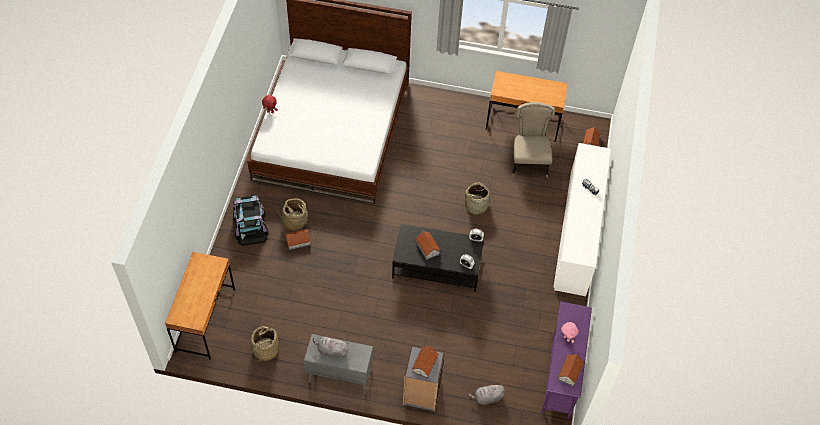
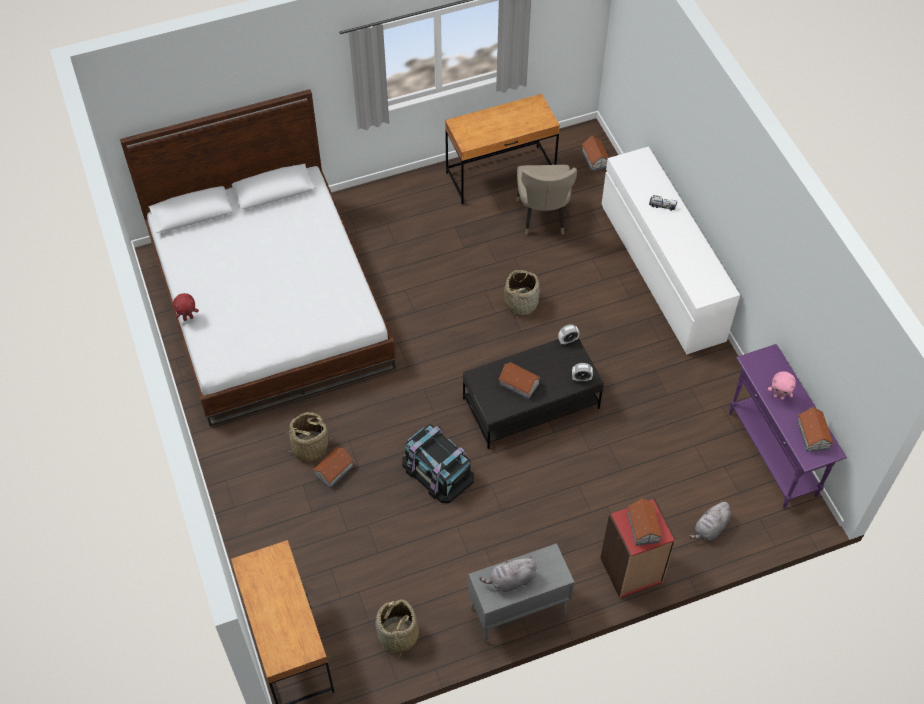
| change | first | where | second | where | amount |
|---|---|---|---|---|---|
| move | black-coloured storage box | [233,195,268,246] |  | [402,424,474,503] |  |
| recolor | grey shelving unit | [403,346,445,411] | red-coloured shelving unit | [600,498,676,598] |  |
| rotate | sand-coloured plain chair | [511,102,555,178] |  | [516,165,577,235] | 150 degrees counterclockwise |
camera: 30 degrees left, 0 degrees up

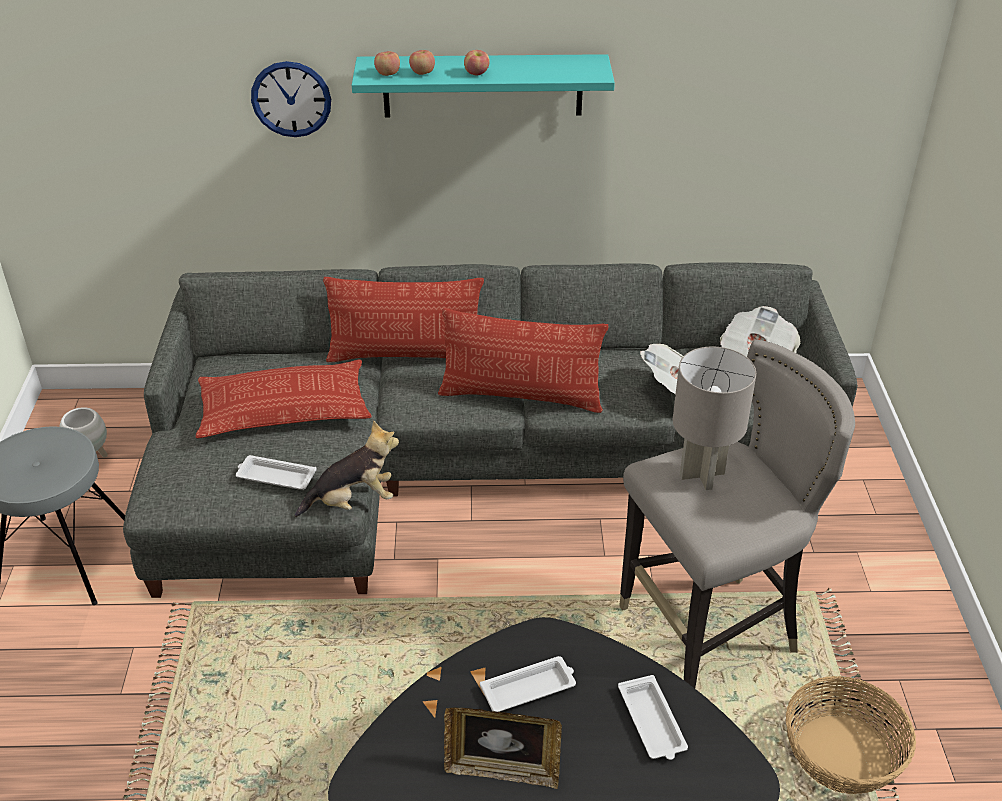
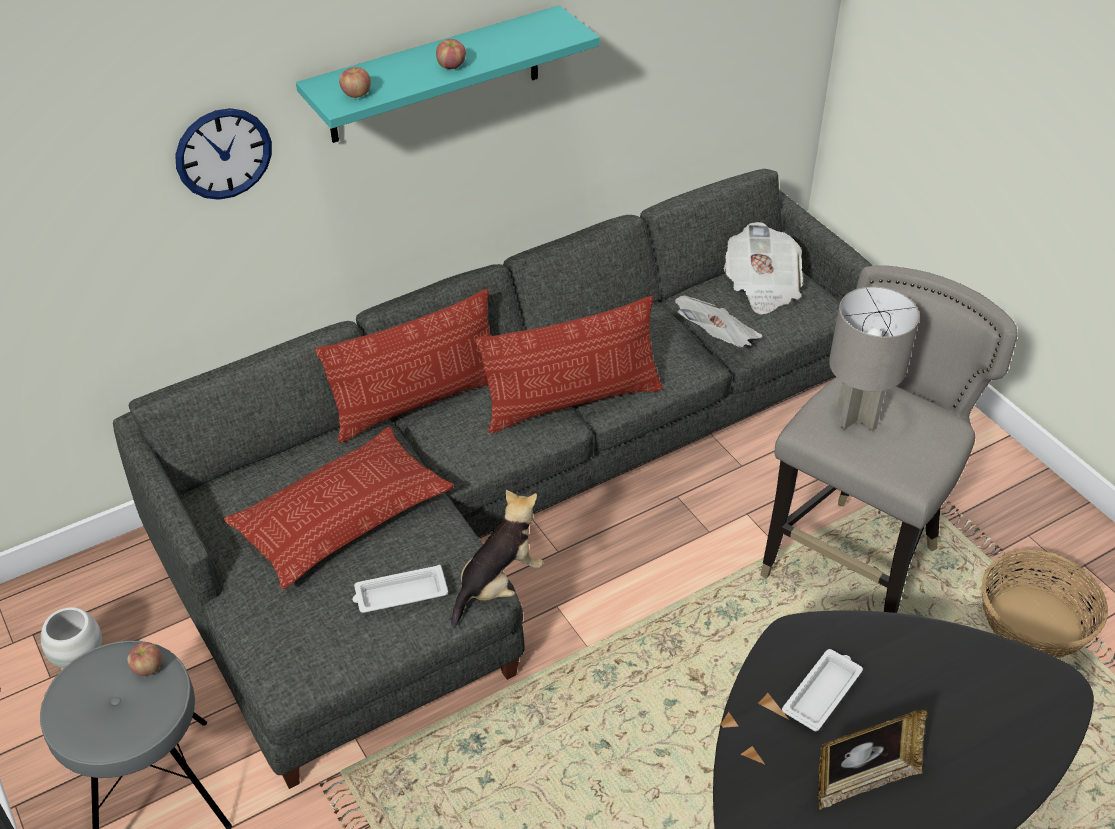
| change | first | where | second | where | amount |
|---|---|---|---|---|---|
| move | apple fruit | [409,50,435,75] |  | [127,643,162,676] |  |
| delete | white carrying tray | [618,675,688,760] |  |  |  |
camera: 30 degrees left, 5 degrees up

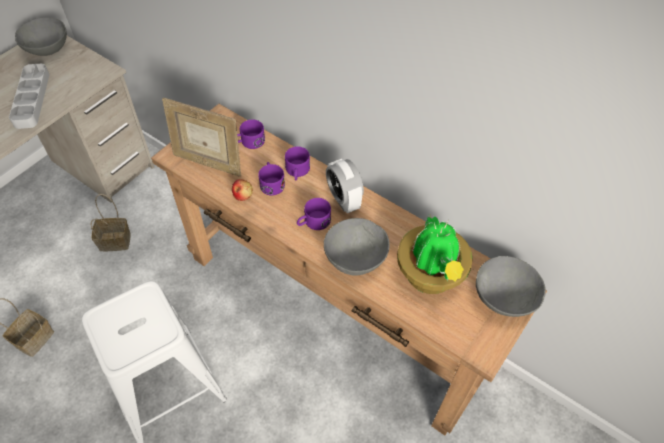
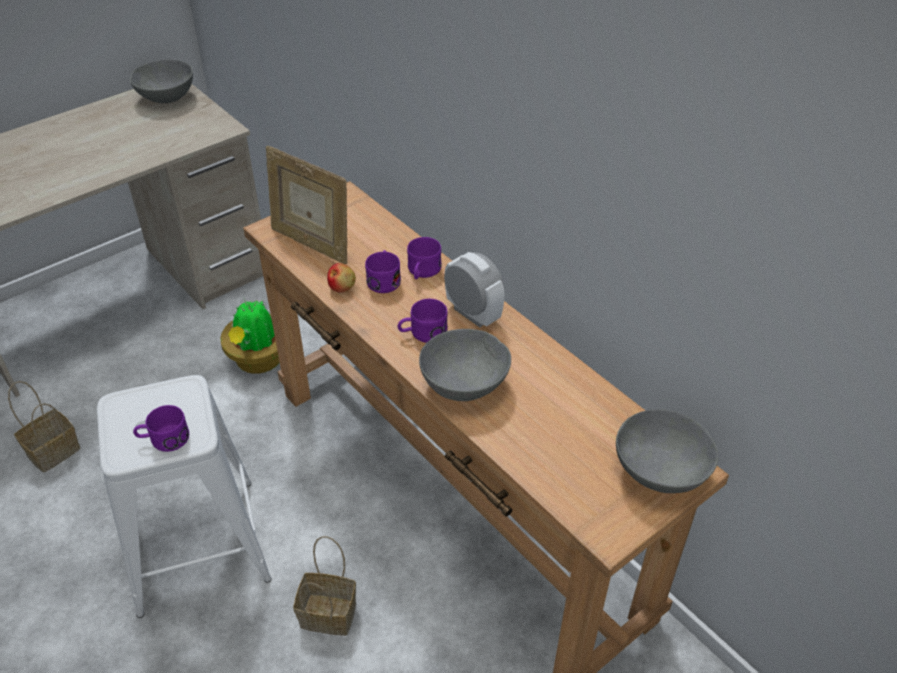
| change | first | where | second | where | amount |
|---|---|---|---|---|---|
| delete | grey carrying tray | [9,64,49,129] |  |  |  |
| move | basket | [90,194,131,251] |  | [293,536,356,636] |  |
| move | purple coffee mug | [237,120,265,149] |  | [133,405,189,452] |  |
| rotate | alarm clock | [326,159,364,213] |  | [444,252,505,327] | 150 degrees clockwise |
| move | houseplant | [397,215,473,294] |  | [220,299,280,374] |  |
camera: 15 degrees right, 10 degrees down

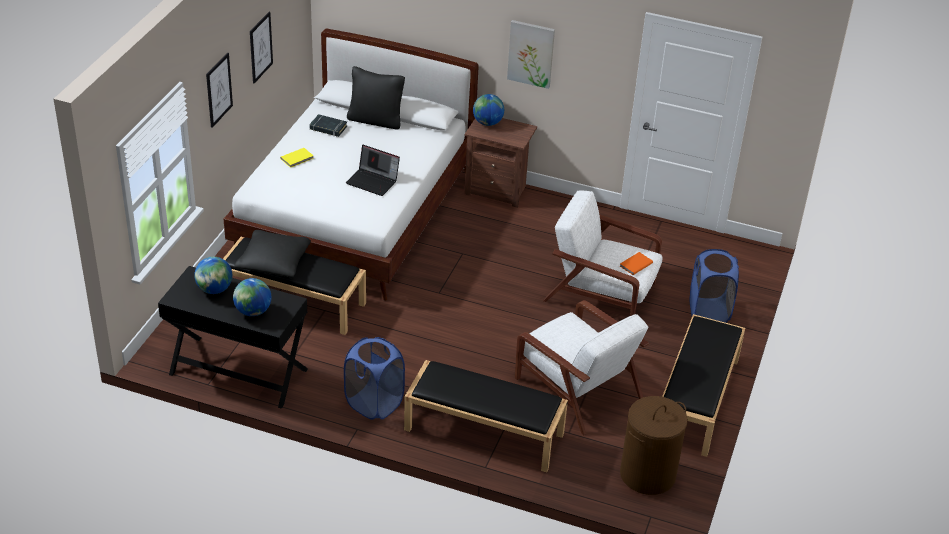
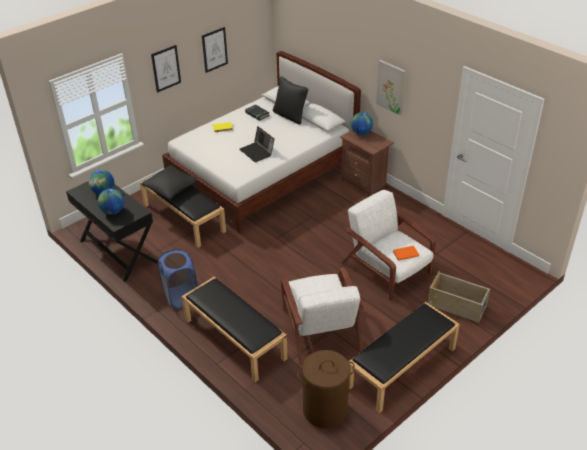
| change | first | where | second | where | amount |
|---|---|---|---|---|---|
| replace | bluish hamper | [690,249,739,323] | sand-coloured storage box | [428,271,490,323] |  |
camera: 30 degrees right, 0 degrees up

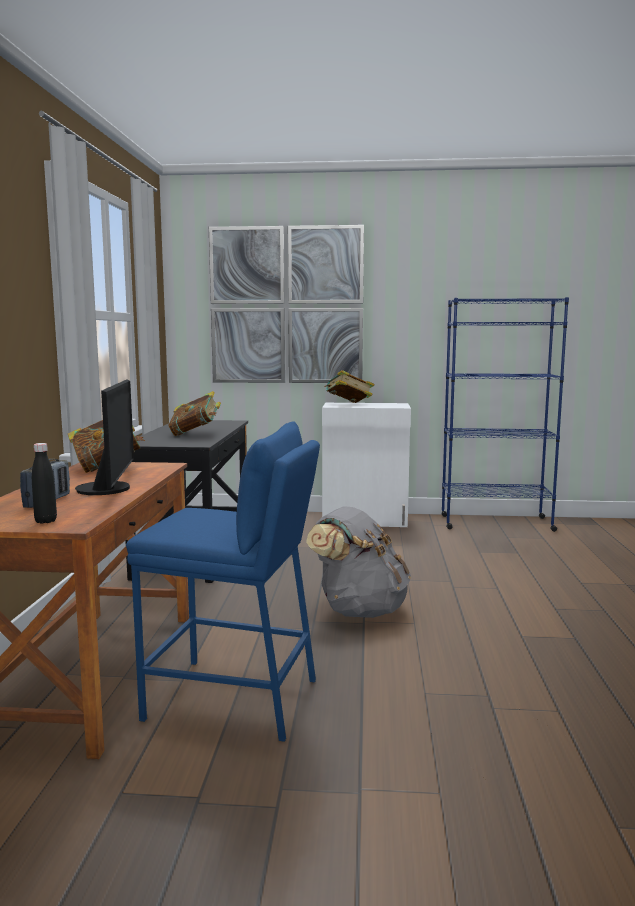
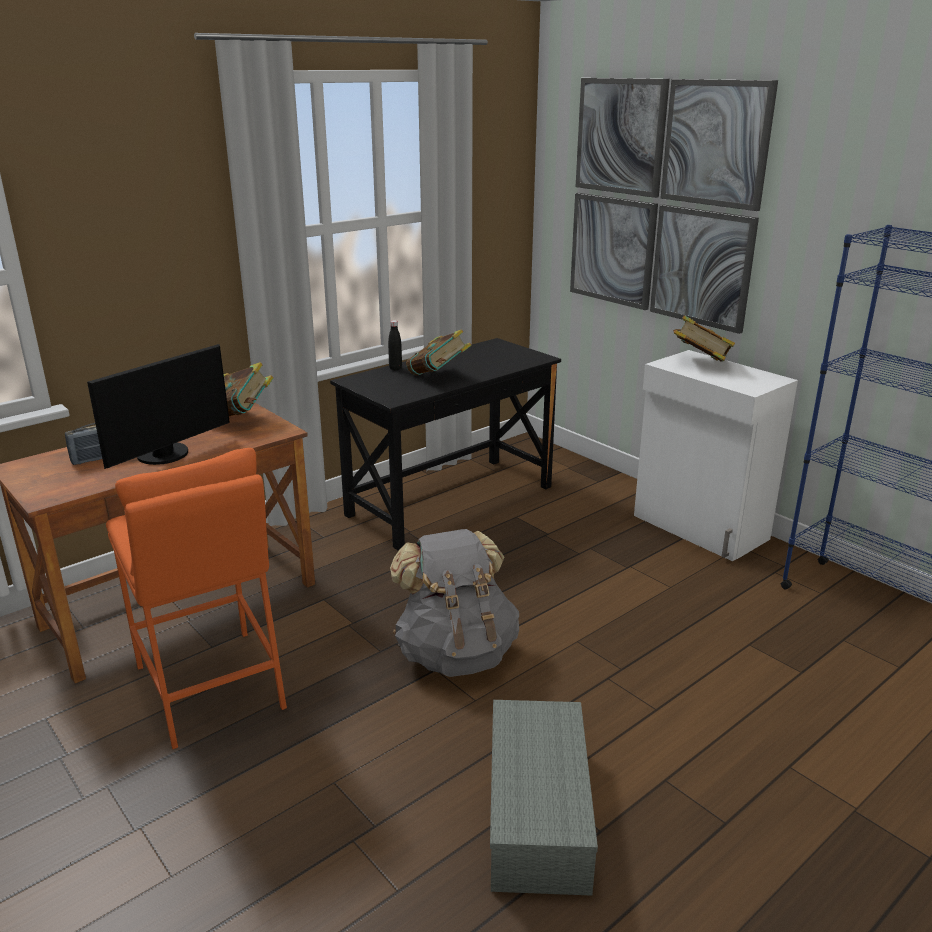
| change | first | where | second | where | amount |
|---|---|---|---|---|---|
| move | black-coloured bottle | [32,443,57,524] |  | [388,320,402,370] |  |
| recolor | bluish stool | [126,421,320,742] | orange stool | [106,448,287,749] |  |
| insert |  |  | grey storage box | [490,700,598,896] |  |
camera: 45 degrees right, 15 degrees up

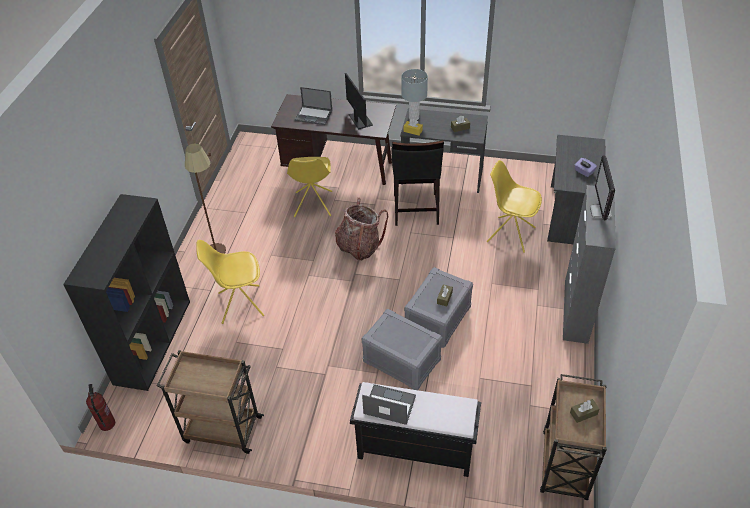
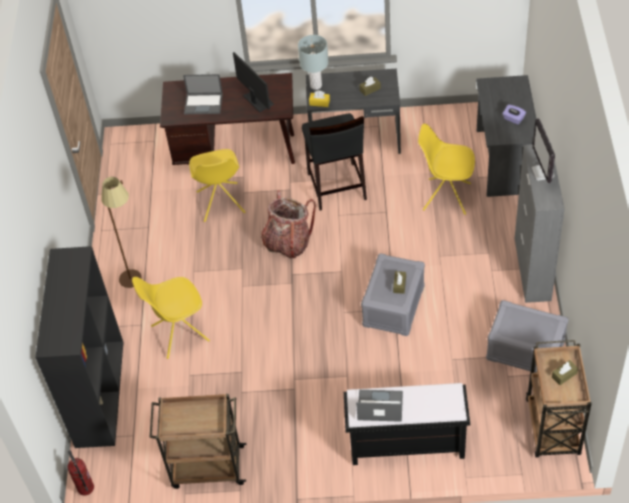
| change | first | where | second | where | amount |
|---|---|---|---|---|---|
| move | grey storage box | [361,309,442,390] |  | [486,300,569,373] |  |
camera: 10 degrees left, 5 degrees up

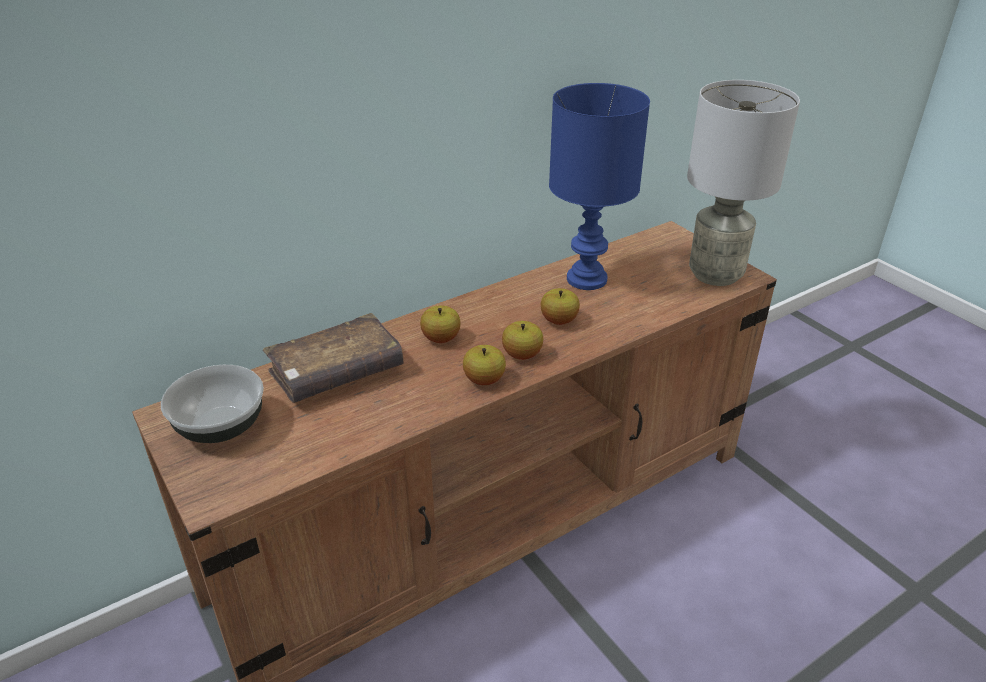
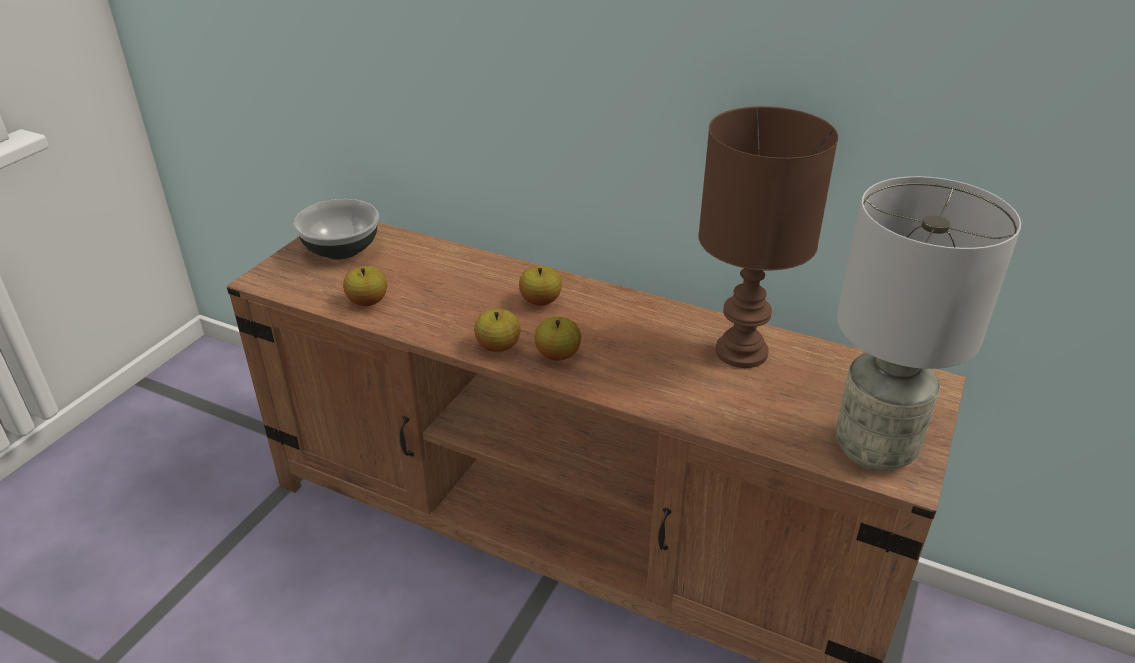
| change | first | where | second | where | amount |
|---|---|---|---|---|---|
| delete | brownish volume | [263,313,404,403] |  |  |  |
| move | apple fruit | [541,288,580,325] |  | [343,266,387,306] |  |
| recolor | bluish lamp for a table | [549,83,650,290] | brownish lamp for a table | [698,106,838,368] |  |
camera: 60 degrees right, 0 degrees up

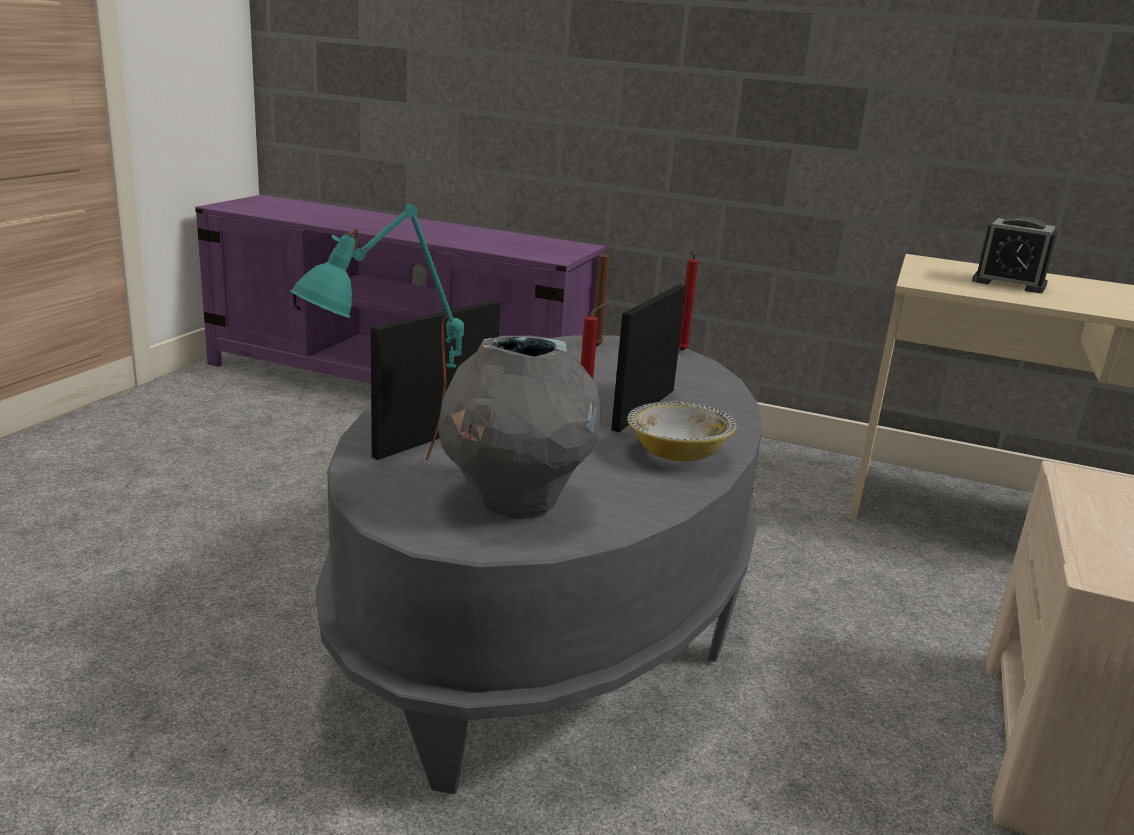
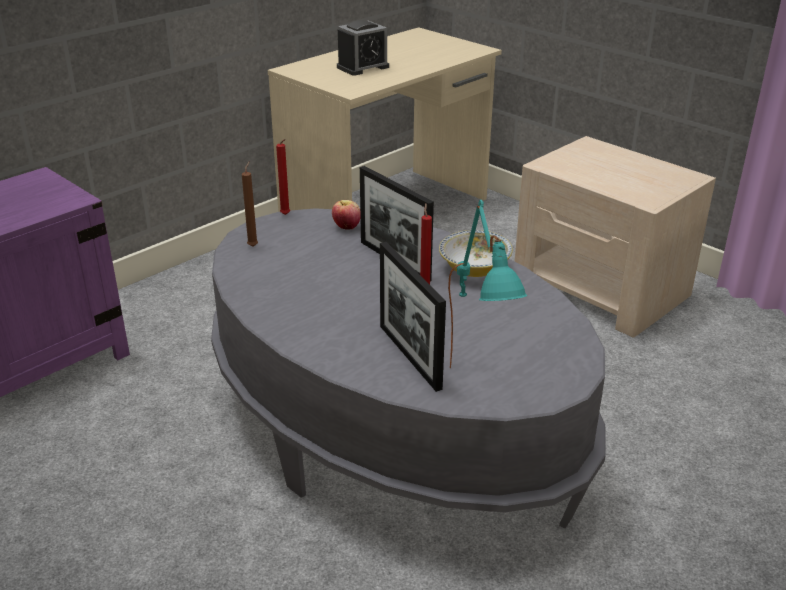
| change | first | where | second | where | amount |
|---|---|---|---|---|---|
| delete | grey flower vase | [438,336,600,519] |  |  |  |
| insert |  |  | apple fruit | [332,200,360,230] |  |
camera: 65 degrees left, 10 degrees up

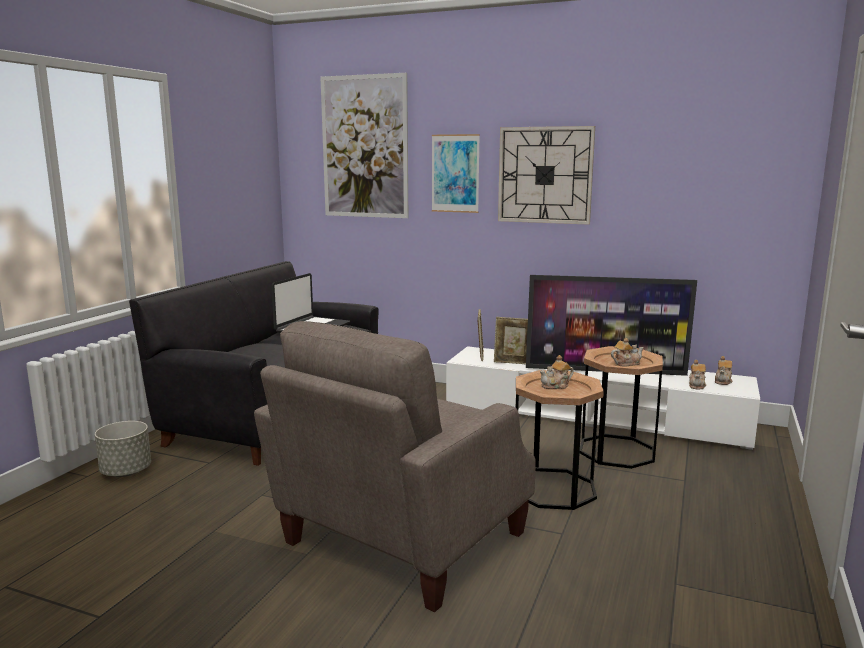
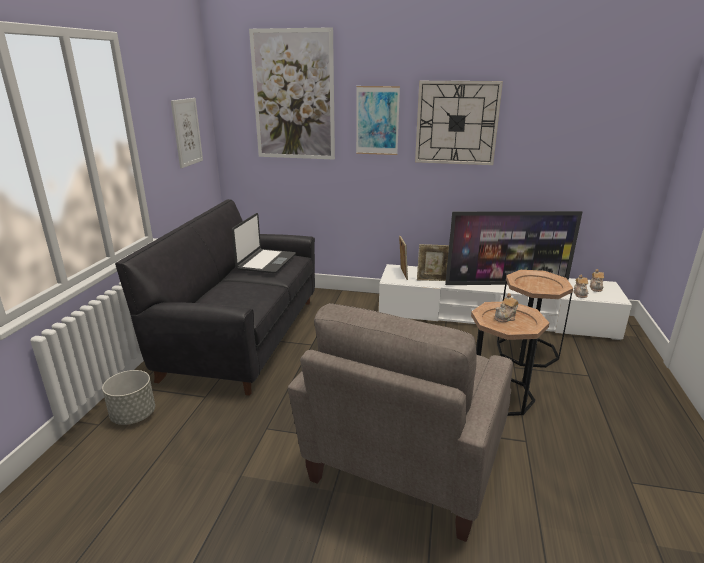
| change | first | where | second | where | amount |
|---|---|---|---|---|---|
| delete | pot for tea | [611,338,644,366] |  |  |  |
| insert |  |  | picture | [171,98,203,168] |  |
camera: 10 degrees left, 10 degrees up

